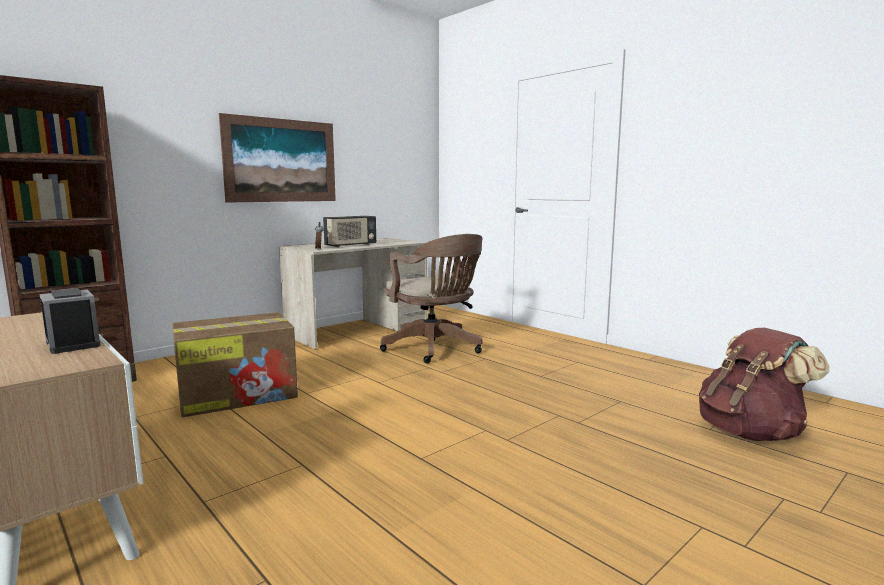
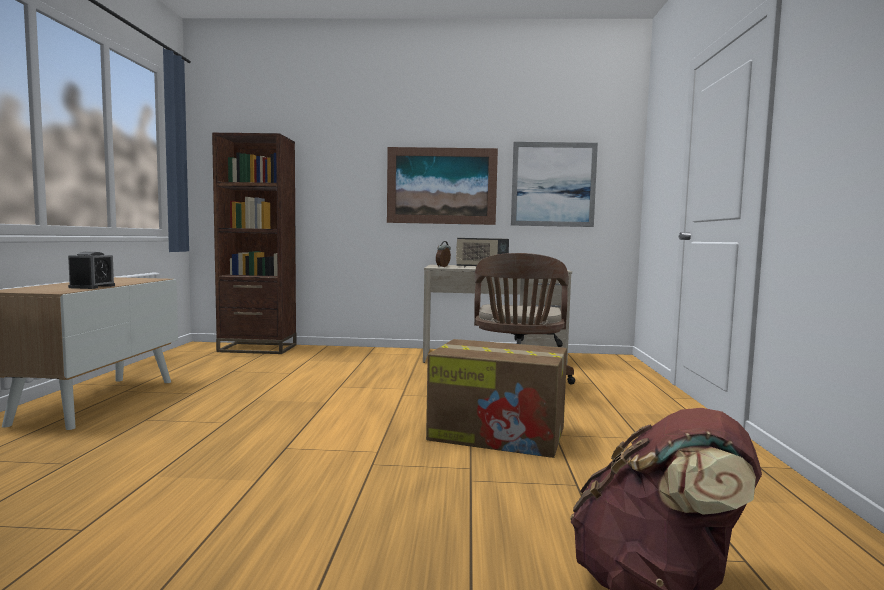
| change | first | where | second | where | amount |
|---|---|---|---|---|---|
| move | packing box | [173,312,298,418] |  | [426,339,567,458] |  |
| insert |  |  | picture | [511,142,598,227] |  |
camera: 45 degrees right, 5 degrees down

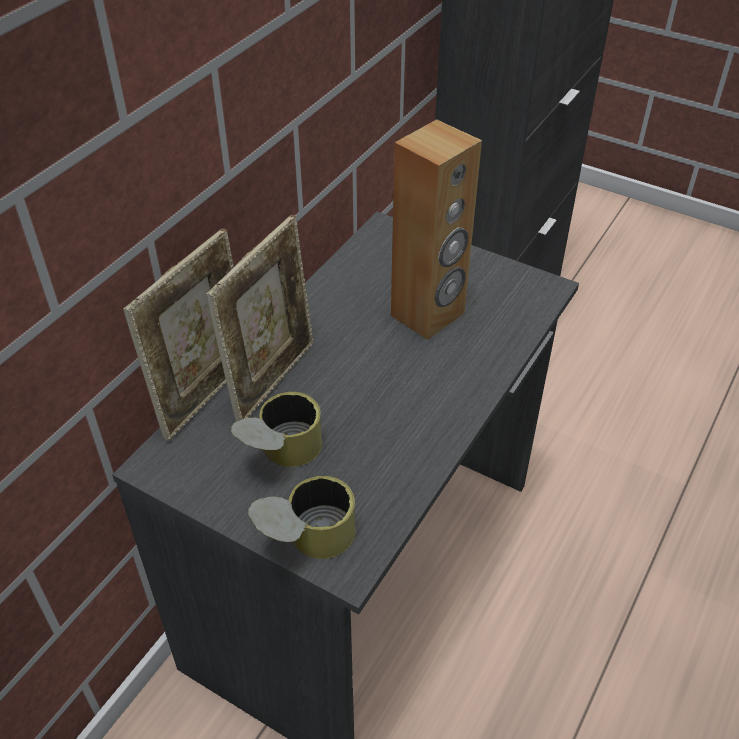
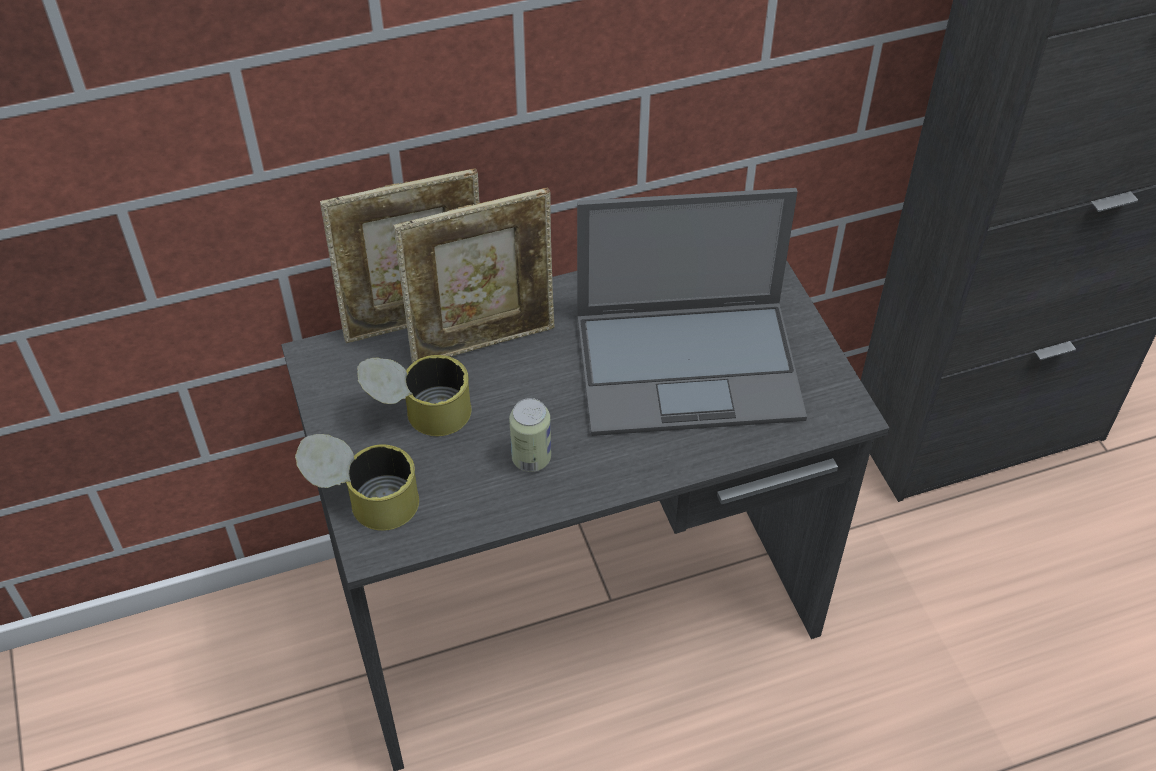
| change | first | where | second | where | amount |
|---|---|---|---|---|---|
| replace | brownish audio speaker | [391,119,482,340] | notebook computer | [577,188,807,436] |  |
| insert |  |  | sealed can | [509,398,551,472] |  |
camera: 40 degrees right, 5 degrees up

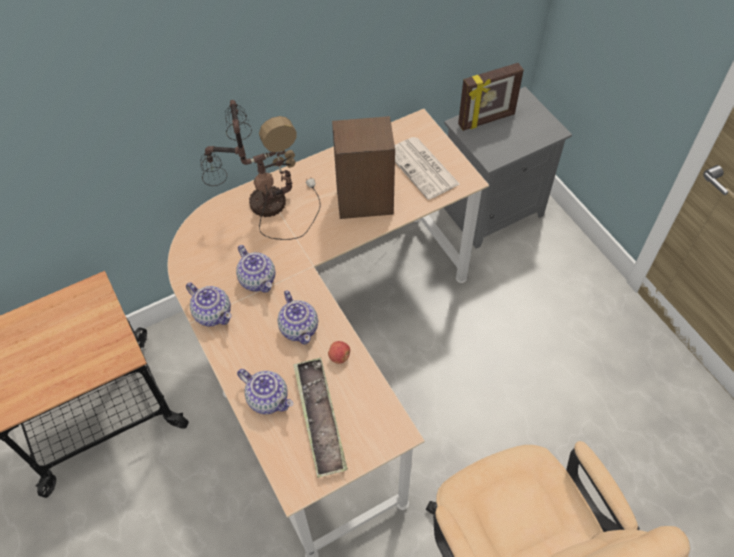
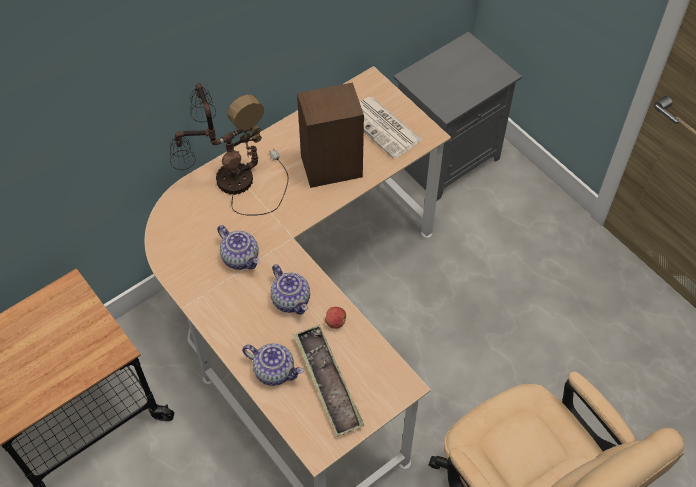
| change | first | where | second | where | amount |
|---|---|---|---|---|---|
| delete | pot for tea | [186,282,231,326] |  |  |  |
| delete | photo frame | [458,63,524,131] |  |  |  |
camera: 10 degrees left, 0 degrees up

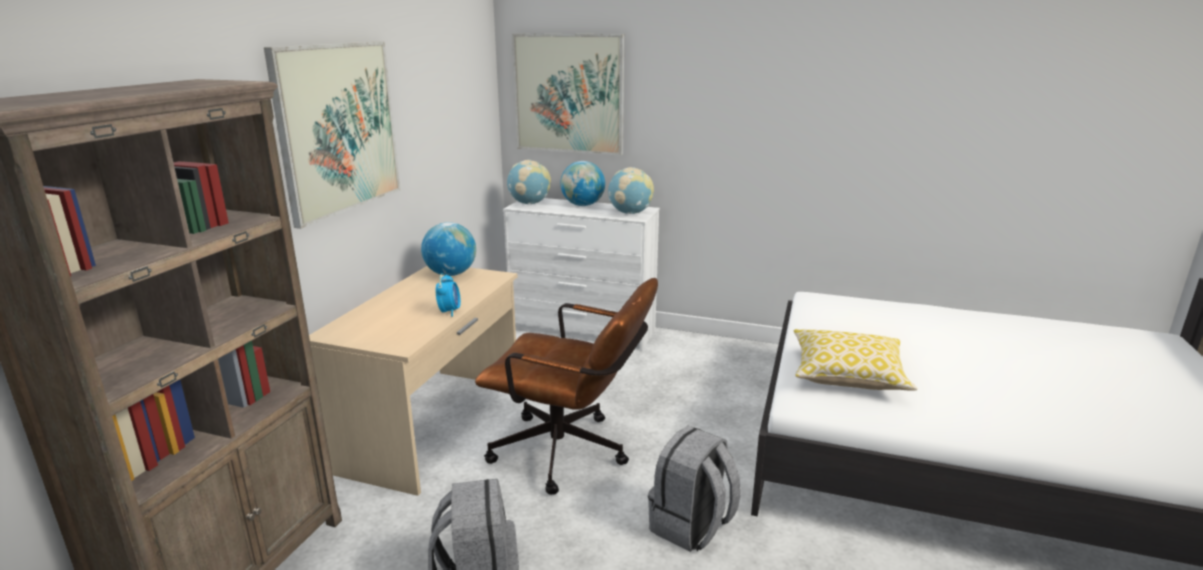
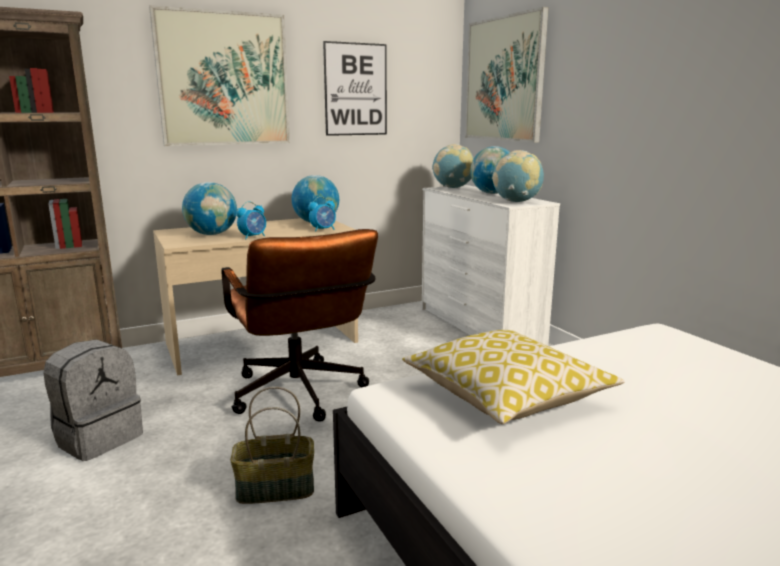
| change | first | where | second | where | amount |
|---|---|---|---|---|---|
| replace | grey backpack | [648,426,741,552] | basket | [230,386,314,504] |  |
| insert |  |  | desk globe | [182,182,237,235] |  |
| insert |  |  | alarm clock | [308,196,336,232] |  |
| insert |  |  | picture | [323,41,387,136] |  |
camera: 45 degrees right, 5 degrees down

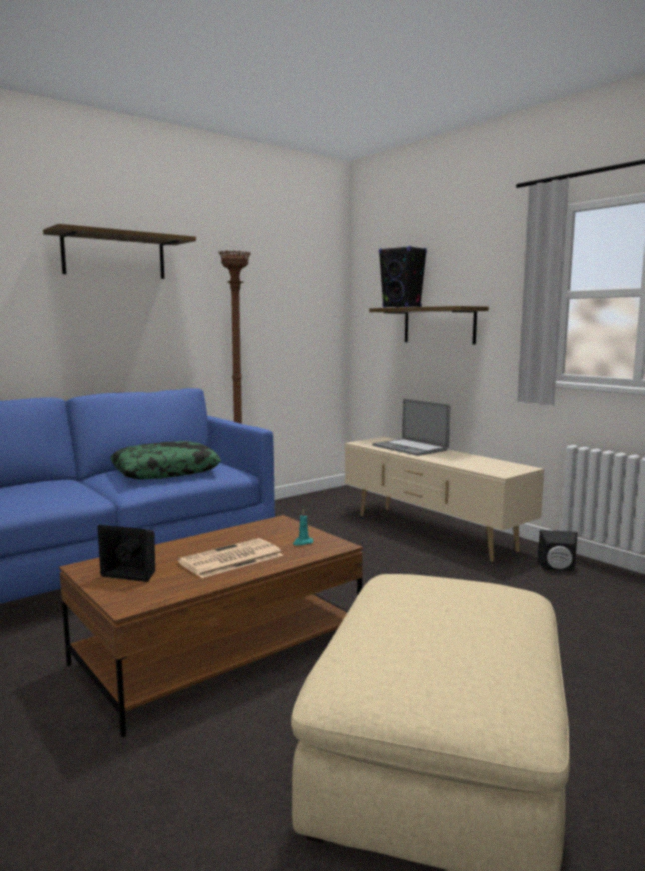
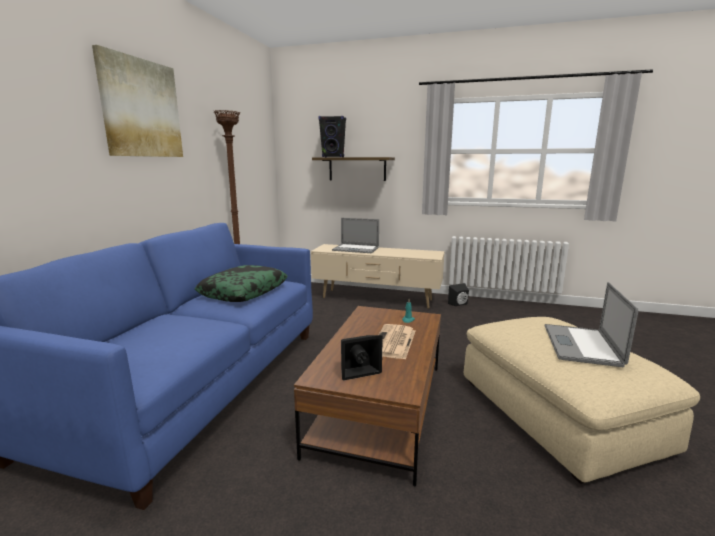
| change | first | where | second | where | amount |
|---|---|---|---|---|---|
| replace | bracket shelf | [43,224,196,279] | picture | [92,45,183,157] |  |
| insert |  |  | notebook computer | [545,282,638,367] |  |
camera: 35 degrees left, 5 degrees up

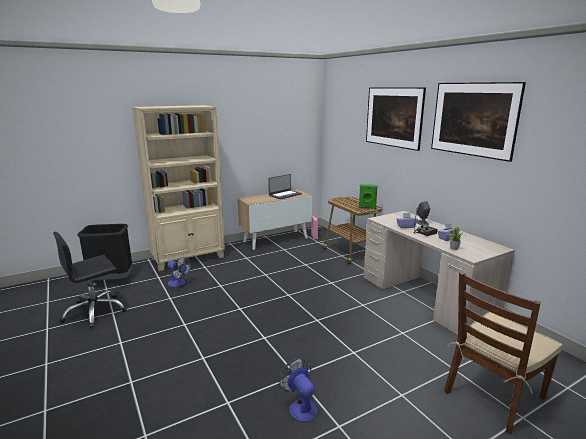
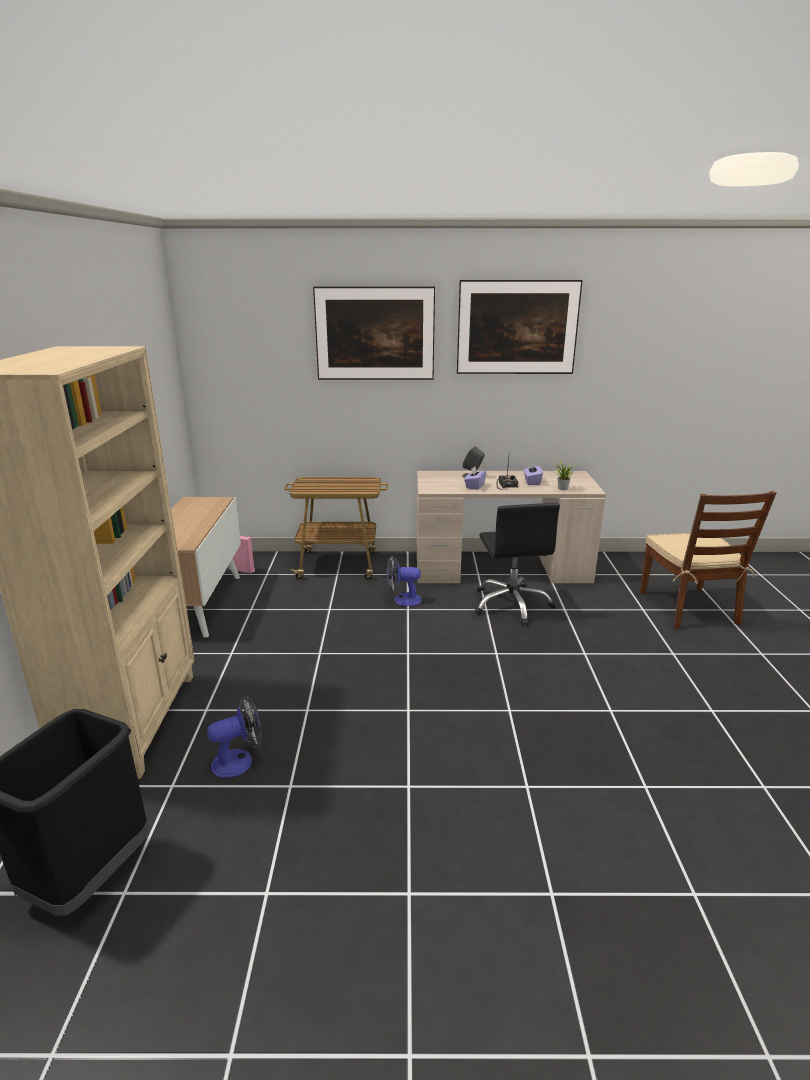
| change | first | where | second | where | amount |
|---|---|---|---|---|---|
| move | black-coloured desk chair | [53,232,127,328] |  | [475,503,560,626] |  |
| delete | notebook computer | [268,174,302,199] |  |  |  |
| move | cooling fan | [278,358,317,422] |  | [387,556,422,606] |  |
| delete | green-coloured audio speaker | [359,184,378,209] |  |  |  |
camera: 60 degrees left, 5 degrees up

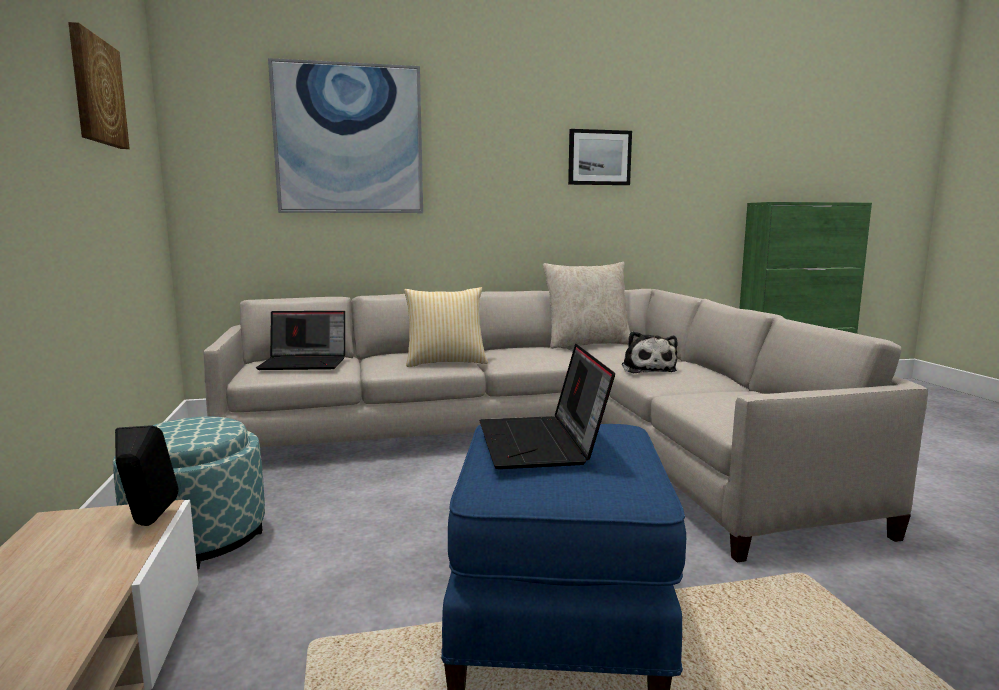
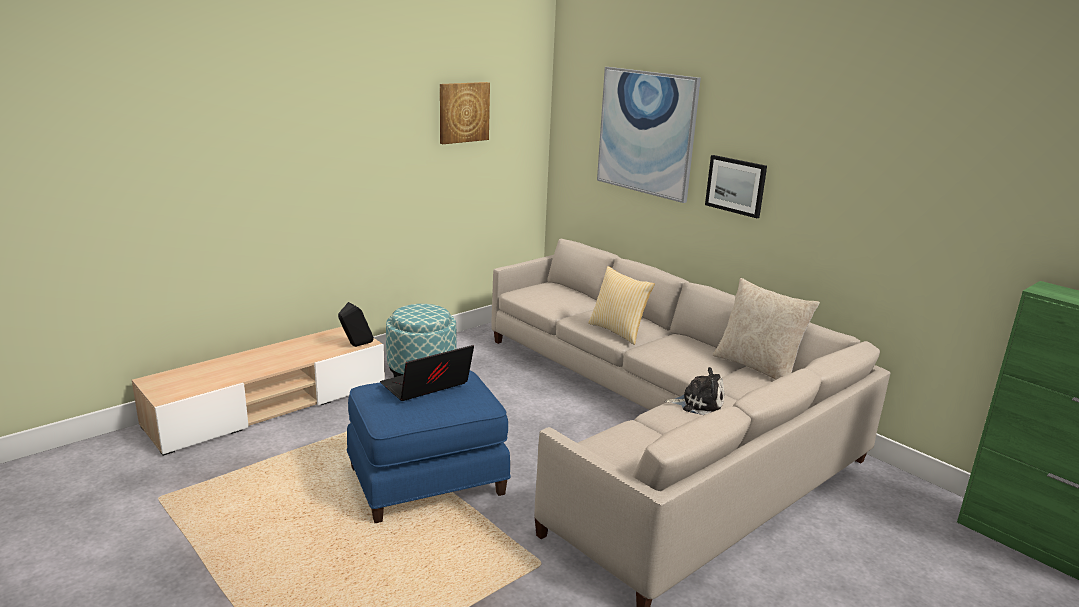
| change | first | where | second | where | amount |
|---|---|---|---|---|---|
| delete | notebook computer | [256,311,345,370] |  |  |  |
| move | picture | [568,129,632,185] |  | [705,155,767,218] |  |
| rotate | plush toy | [622,331,678,373] |  | [665,367,725,415] | 135 degrees counterclockwise |
camera: 60 degrees right, 10 degrees up

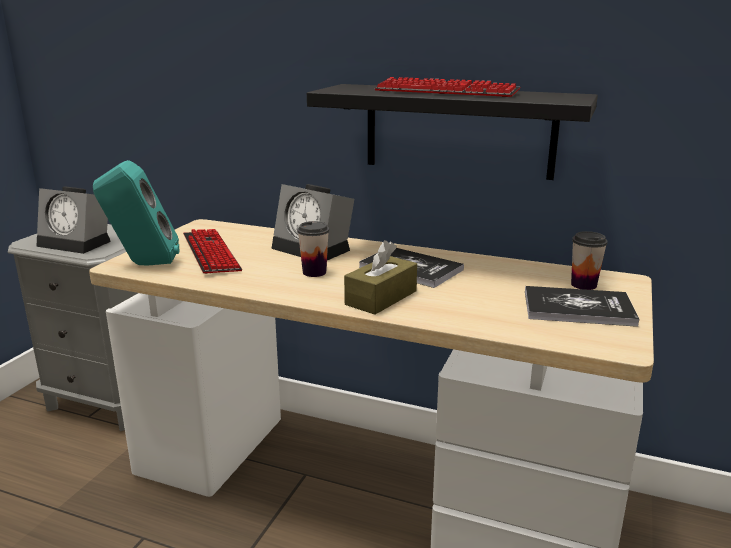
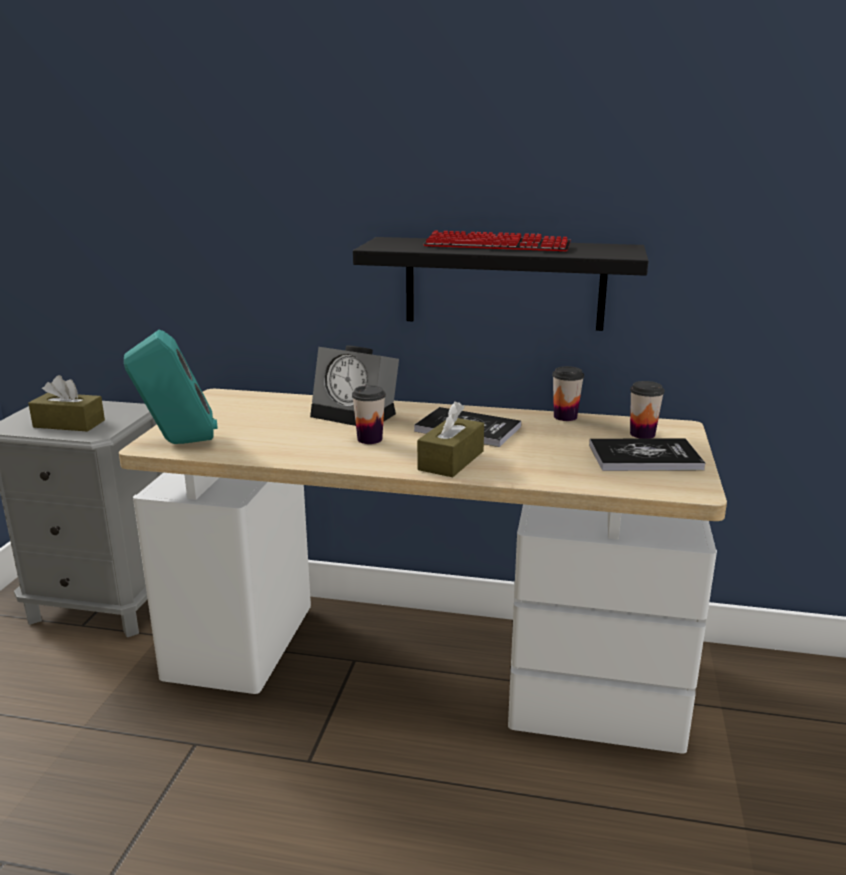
| change | first | where | second | where | amount |
|---|---|---|---|---|---|
| replace | alarm clock | [37,187,111,254] | brownish tissue holder | [28,375,105,432] |  |
| delete | keyboard | [183,229,242,274] |  |  |  |
| insert |  |  | cup | [552,366,584,421] |  |
camera: 10 degrees left, 0 degrees up

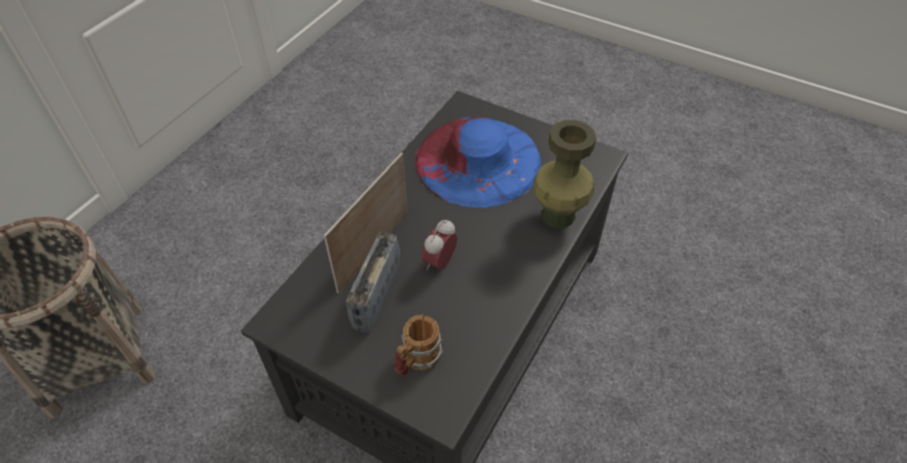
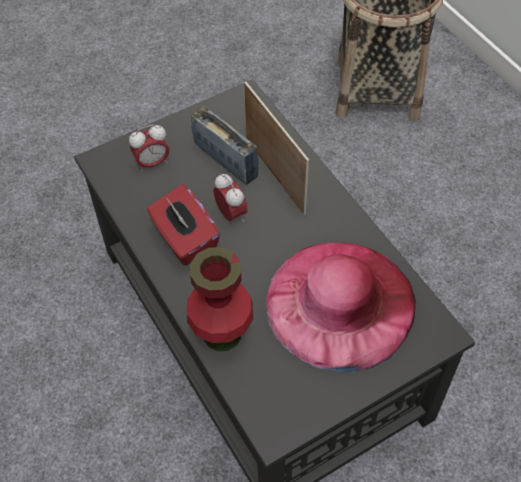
| change | first | where | second | where | amount |
|---|---|---|---|---|---|
| replace | coffee mug | [395,315,443,376] | alarm clock | [129,125,169,172] |  |
| recolor | bluish clothing hat | [415,117,541,208] | pink clothing hat | [266,243,416,372] |  |
| recolor | green-coloured flower vase | [533,120,596,228] | red-coloured flower vase | [187,247,253,351] |  |
| insert |  |  | red-coloured tissue holder | [147,184,220,265] |  |
camera: 120 degrees right, 5 degrees up

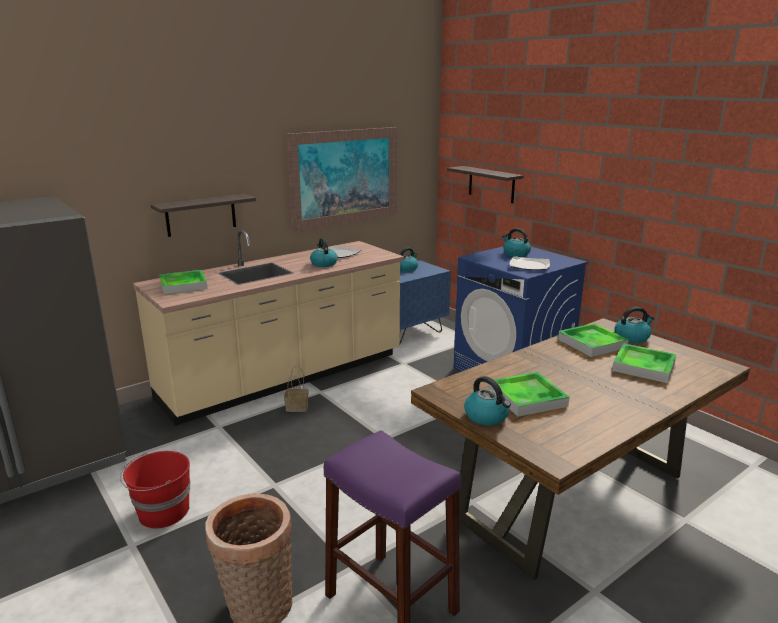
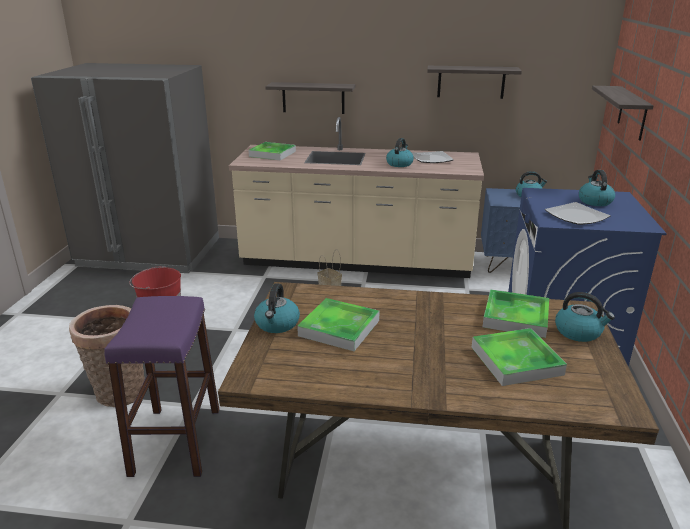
| change | first | where | second | where | amount |
|---|---|---|---|---|---|
| replace | picture | [287,127,397,232] | bracket shelf | [427,66,522,99] |  |
camera: 45 degrees right, 5 degrees up

